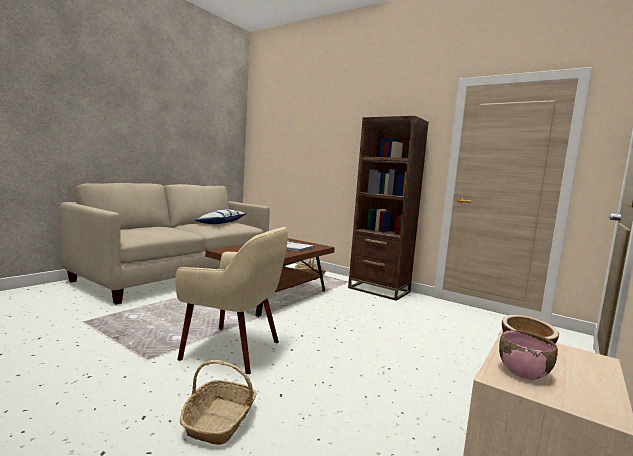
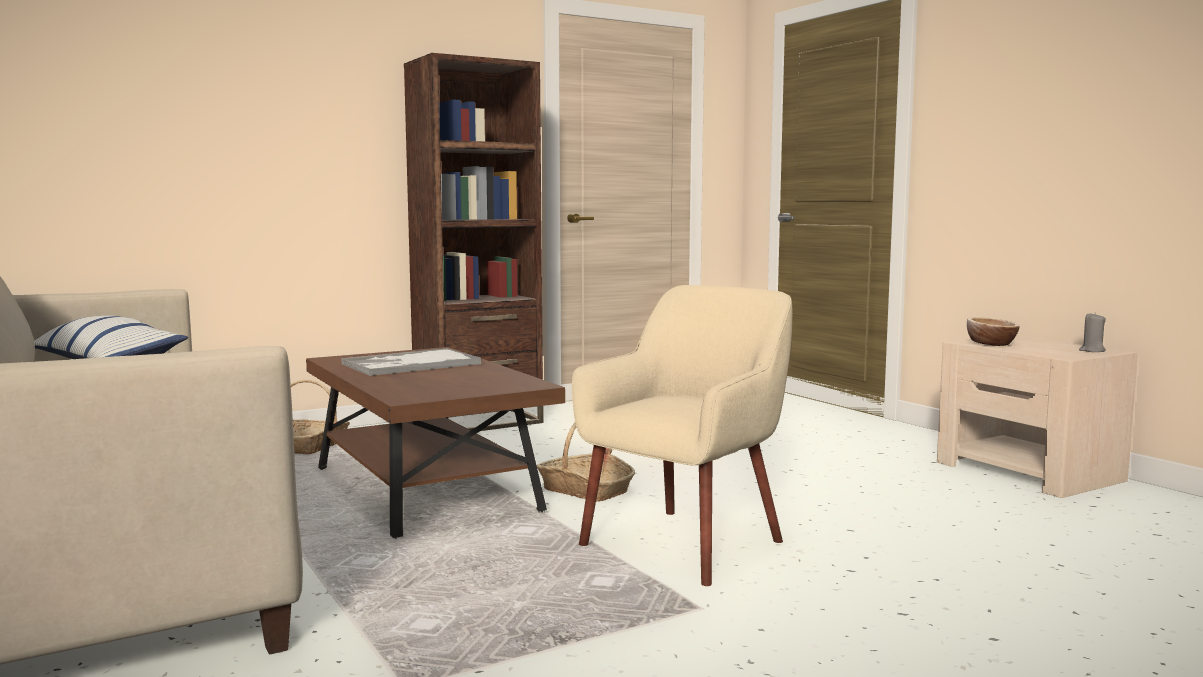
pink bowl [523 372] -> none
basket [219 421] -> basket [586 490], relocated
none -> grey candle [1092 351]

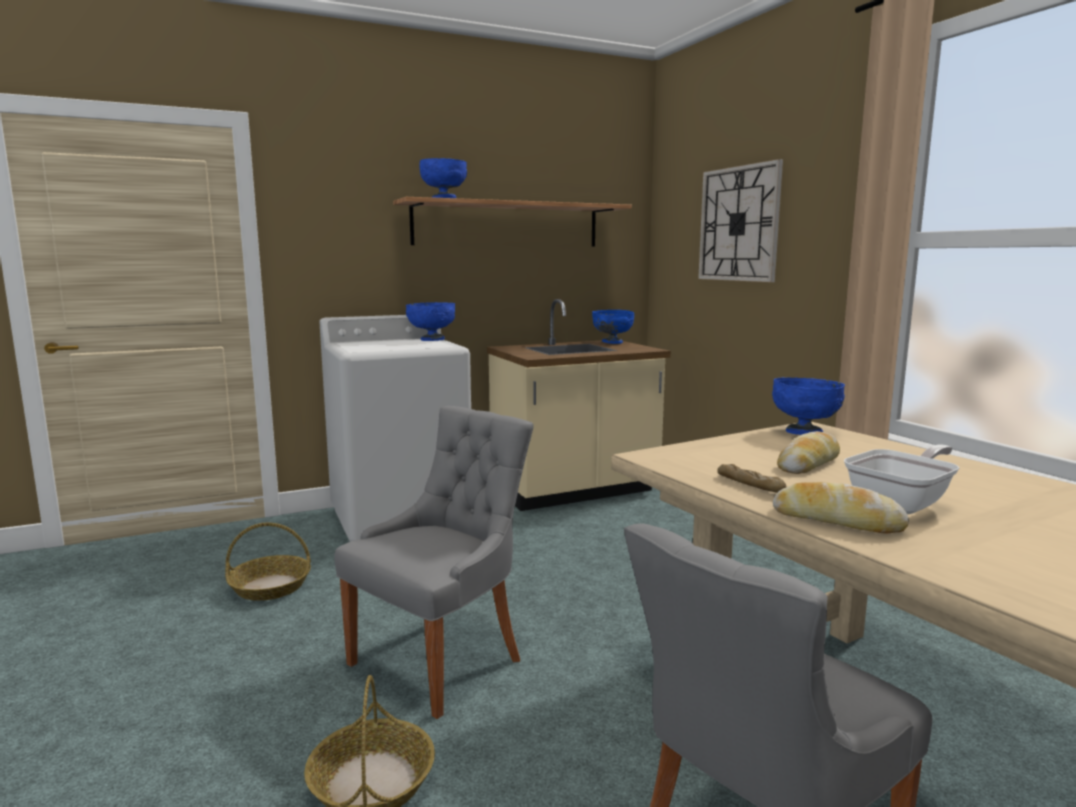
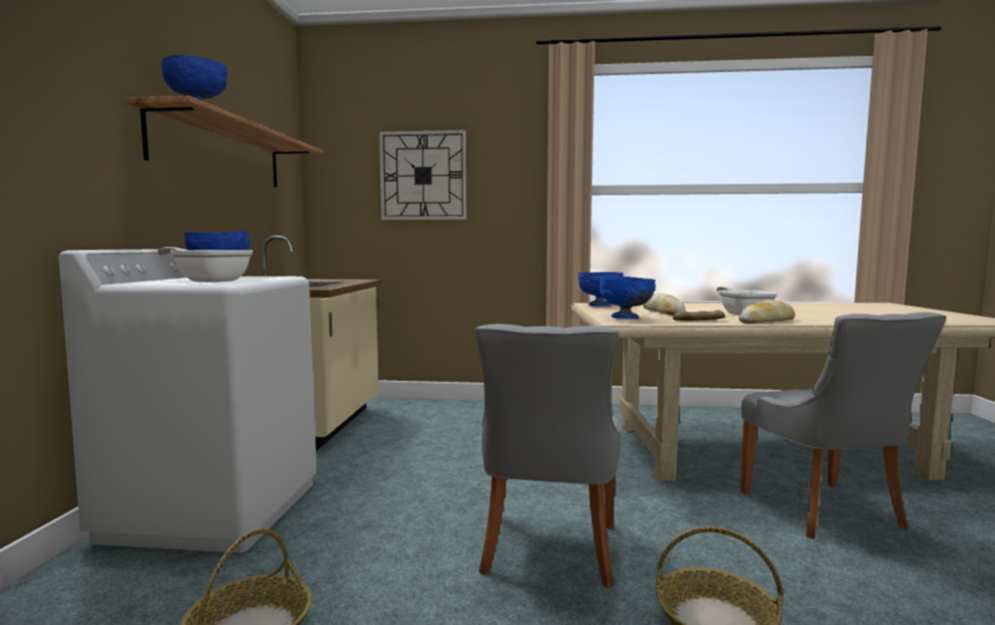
blue bowl [612 342] -> blue bowl [625 318], relocated
grey chair [441 660] -> grey chair [548 551], 150 degrees counterclockwise
none -> frying pan [209 281]

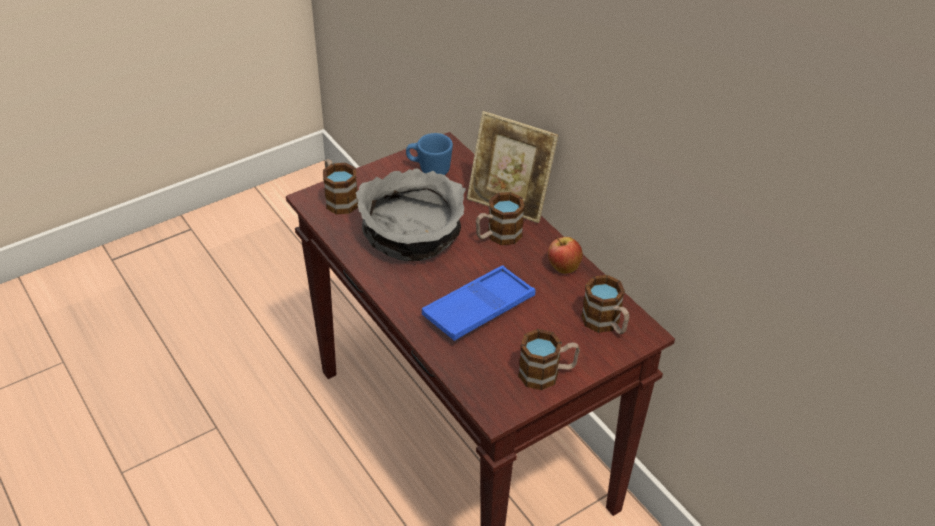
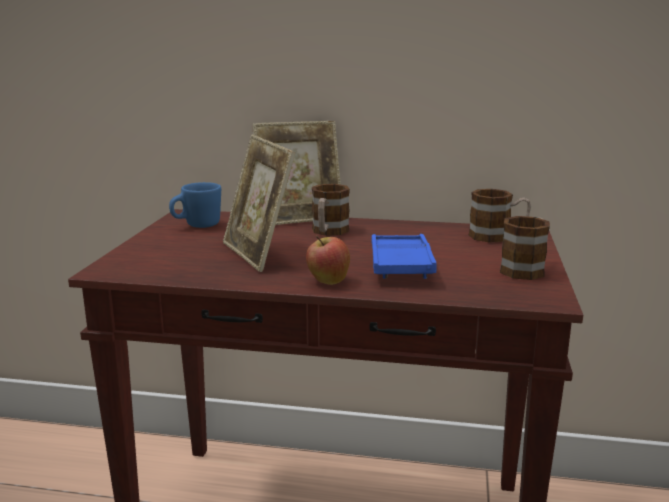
mug [339 199] -> none
grey bowl [413 236] -> picture frame [258 254]
apple [563 267] -> apple [328 281], relocated

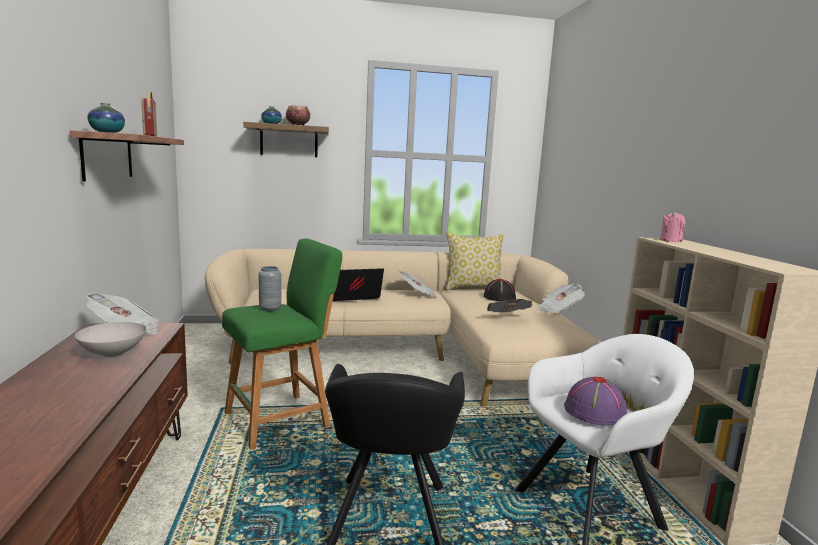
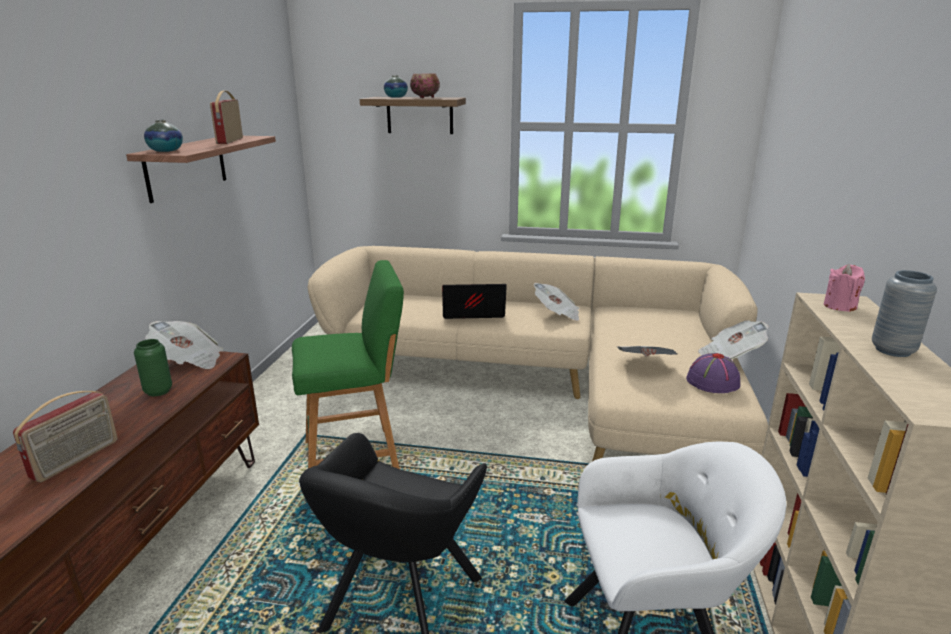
pillow [473 288] -> none
grey vase [270 309] -> grey vase [892 350], relocated
black hat [499 297] -> none
white bowl [113 353] -> green vase [158 391]
purple hat [594 412] -> purple hat [712 382], relocated
none -> radio [76 459]

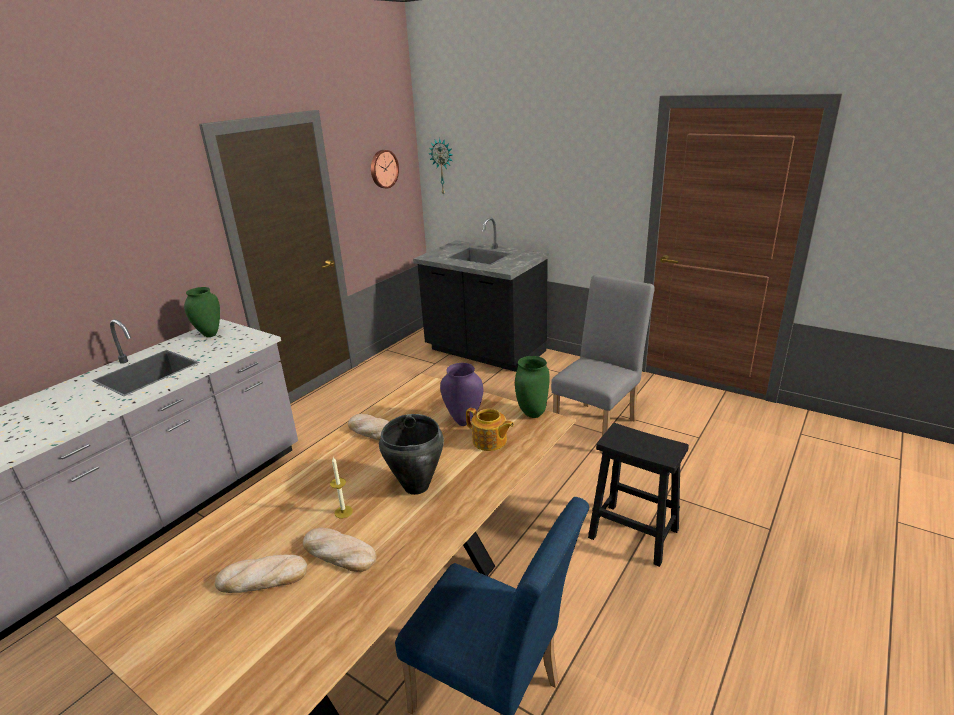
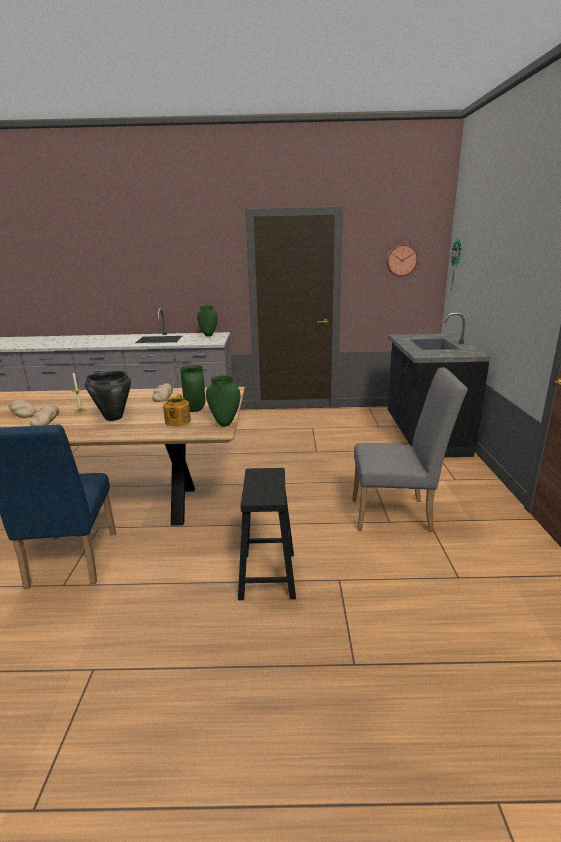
purple vase [463 422] -> green vase [194 410]

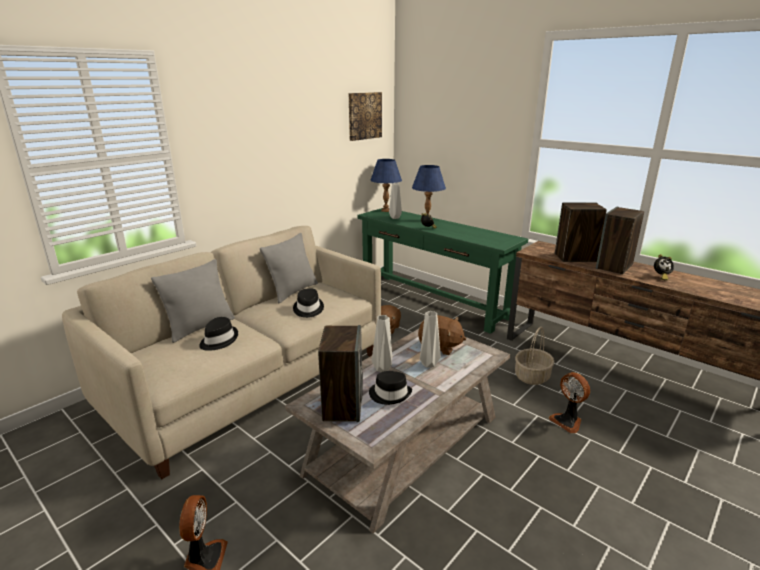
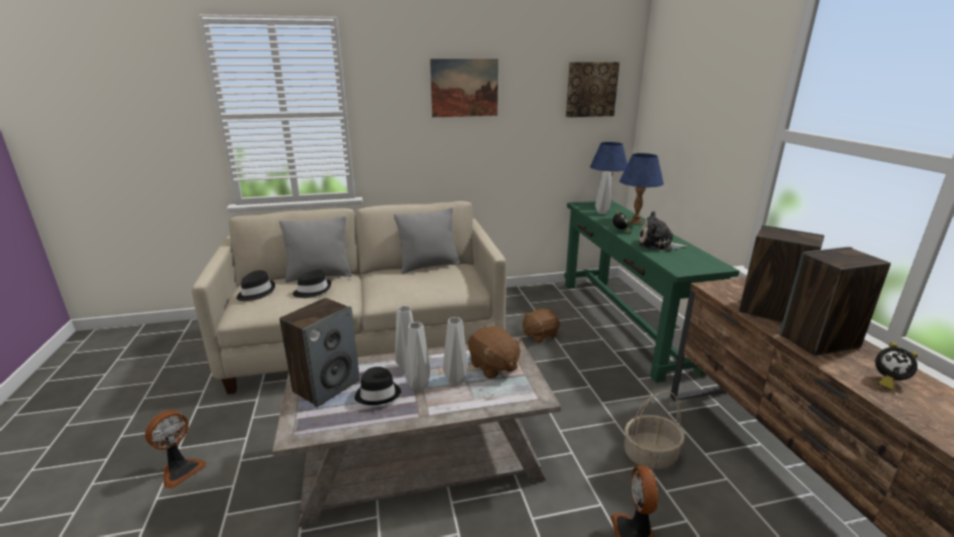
black hat [308 309] -> black hat [256 292], relocated
none -> picture [464 88]
none -> plush toy [657 245]
none -> grey vase [419 385]

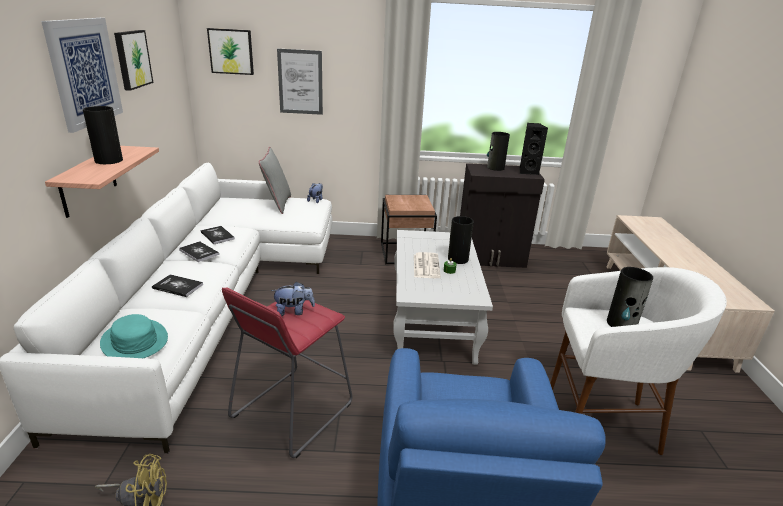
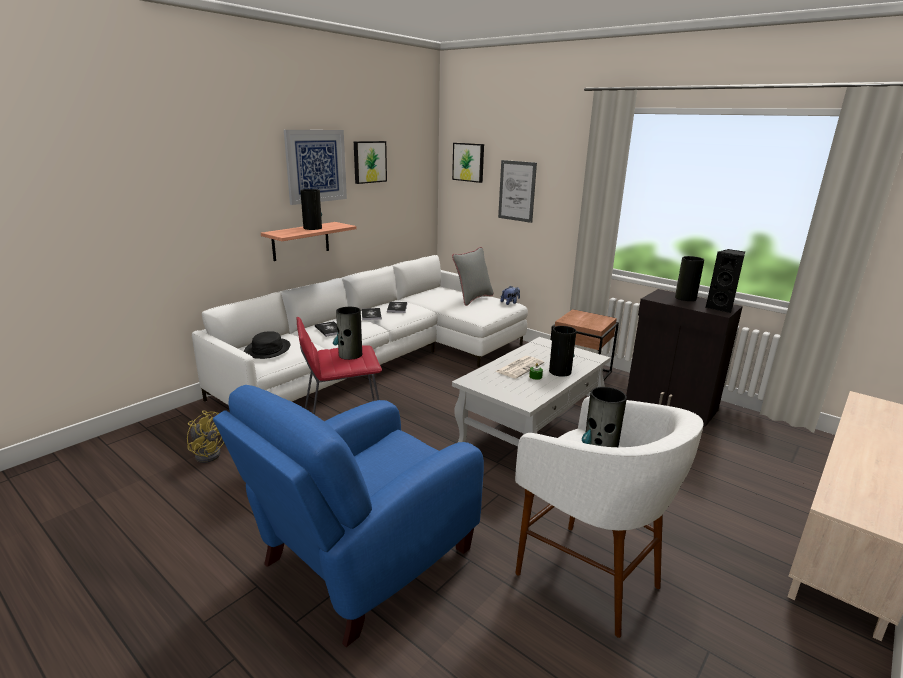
plush toy [294 311] -> vase [350 355]
turquoise hat [134 341] -> black hat [267 349]

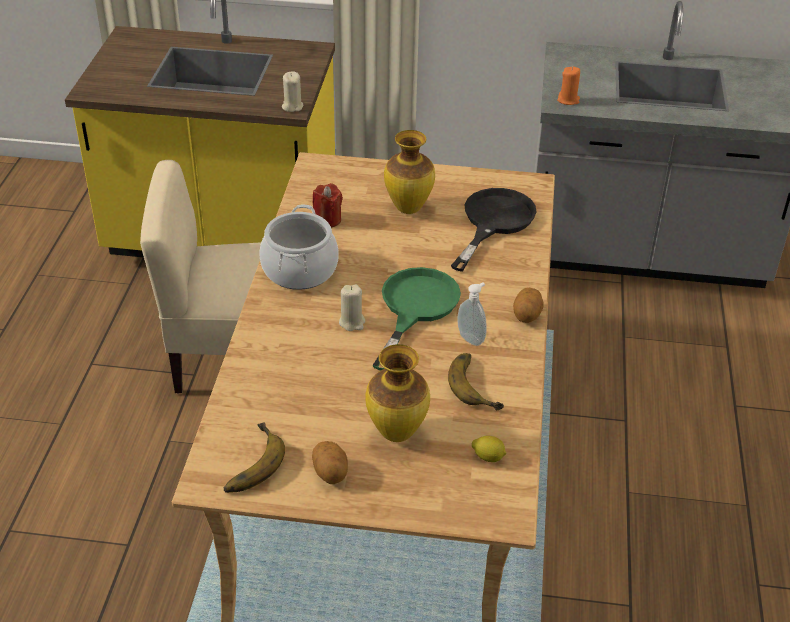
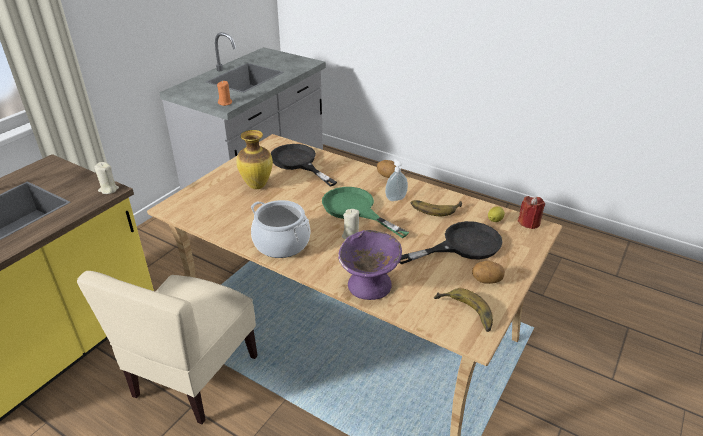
red candle [327 220] -> red candle [529 222], relocated
vase [398 433] -> black frying pan [462 245]
none -> purple bowl [369 285]

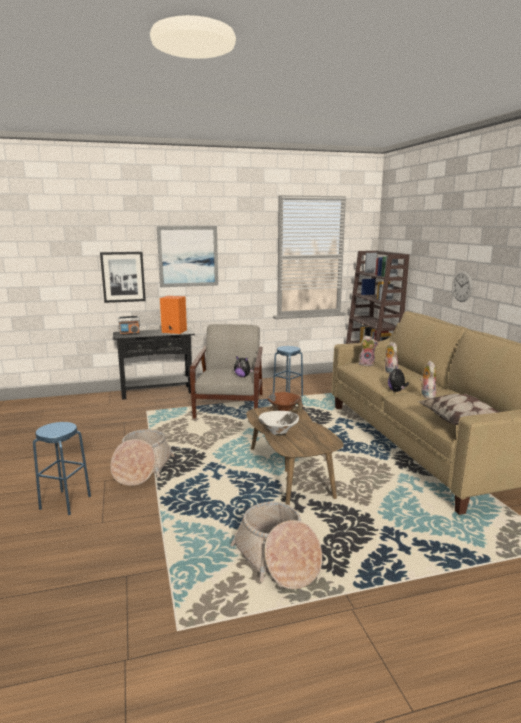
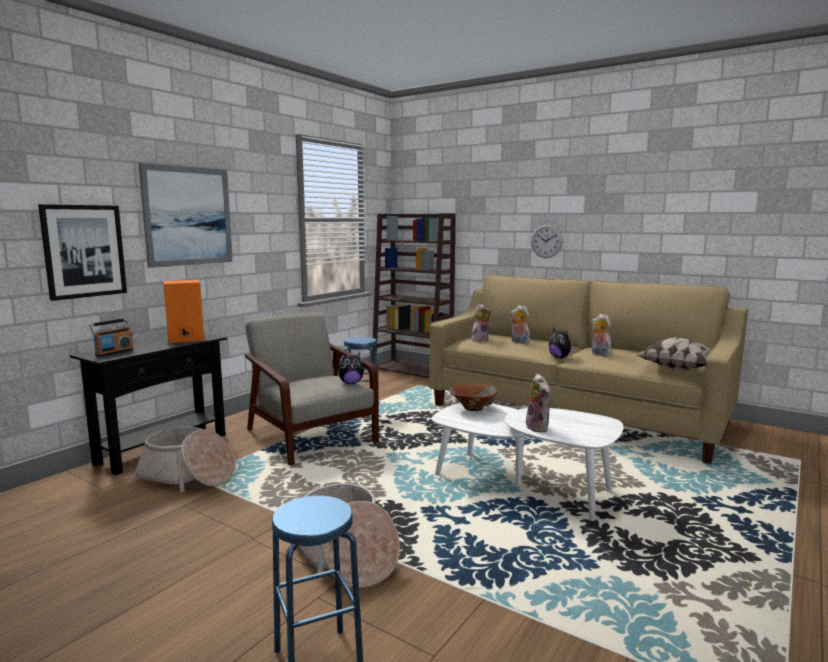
brown coffee table [289 472] -> white coffee table [522 484]
white bowl [278 433] -> plush toy [539 428]
basket [277 559] -> basket [188 477], relocated

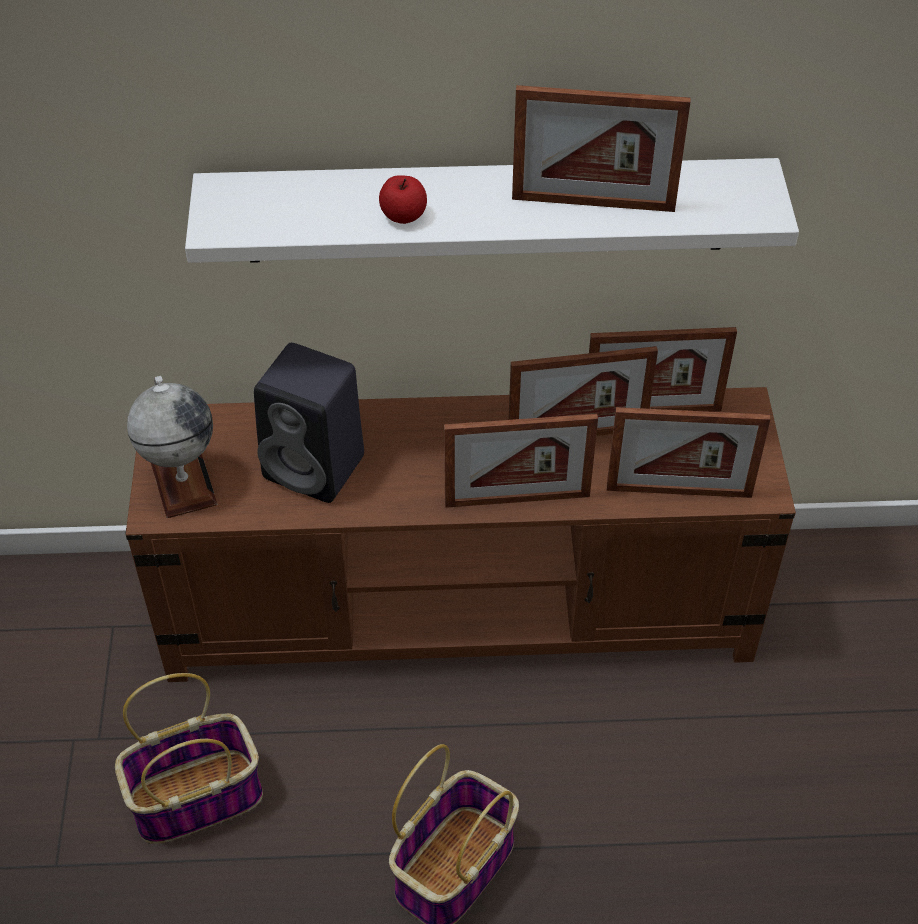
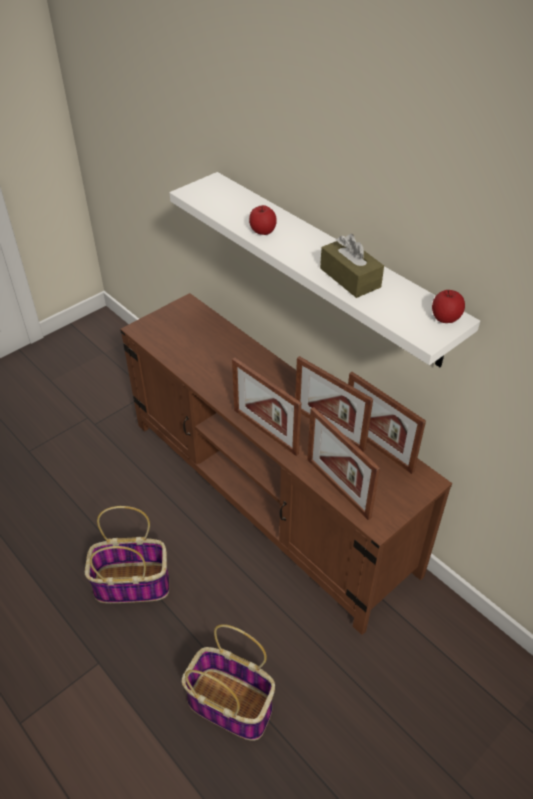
picture frame [593 203] -> brown tissue box [350 278]
black speaker [317 467] -> none
globe [183 483] -> none
basket [198 796] -> basket [232 704], relocated
none -> apple [445 318]

